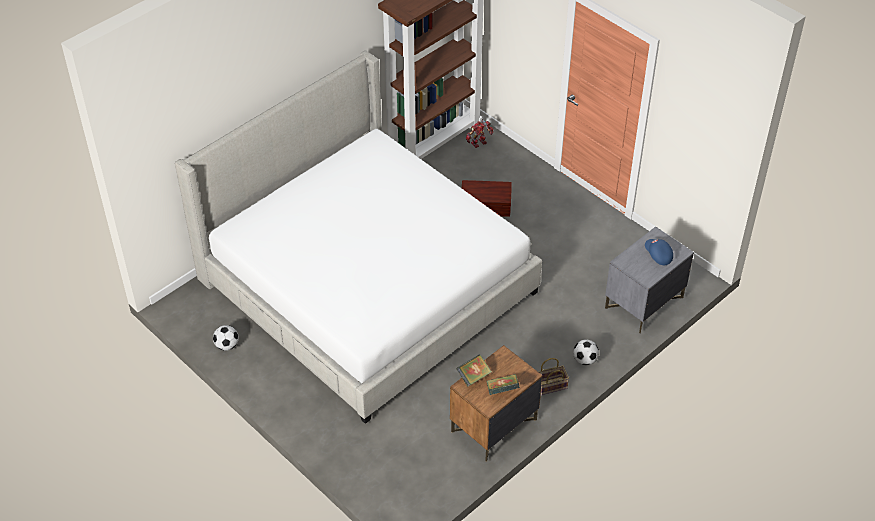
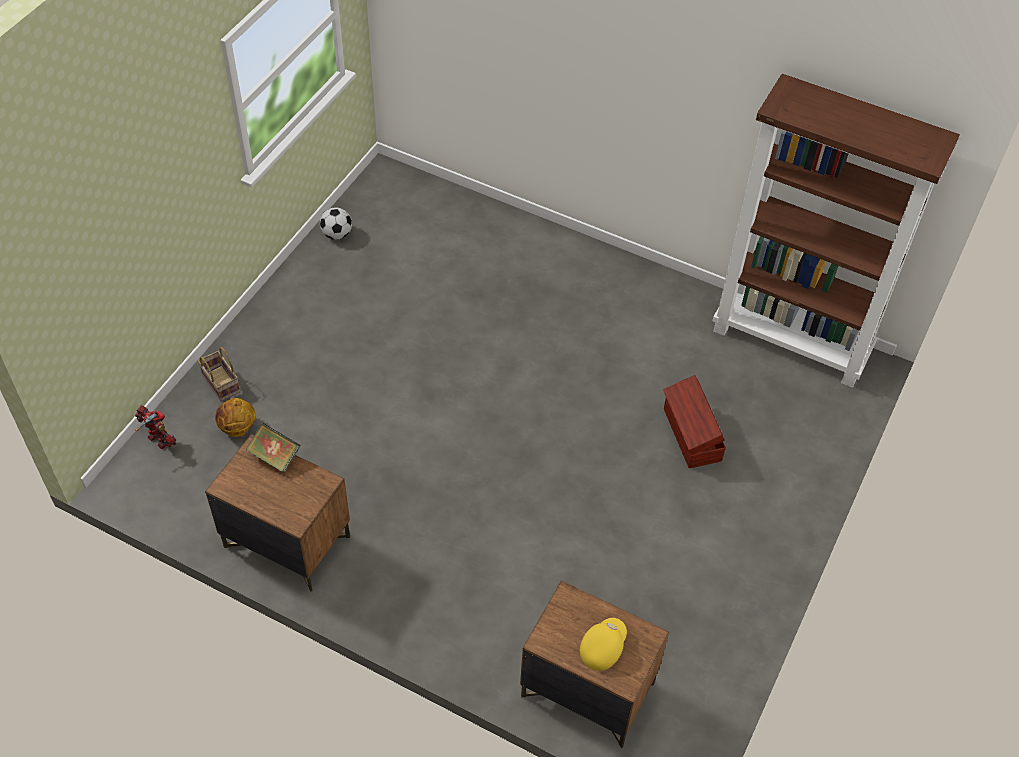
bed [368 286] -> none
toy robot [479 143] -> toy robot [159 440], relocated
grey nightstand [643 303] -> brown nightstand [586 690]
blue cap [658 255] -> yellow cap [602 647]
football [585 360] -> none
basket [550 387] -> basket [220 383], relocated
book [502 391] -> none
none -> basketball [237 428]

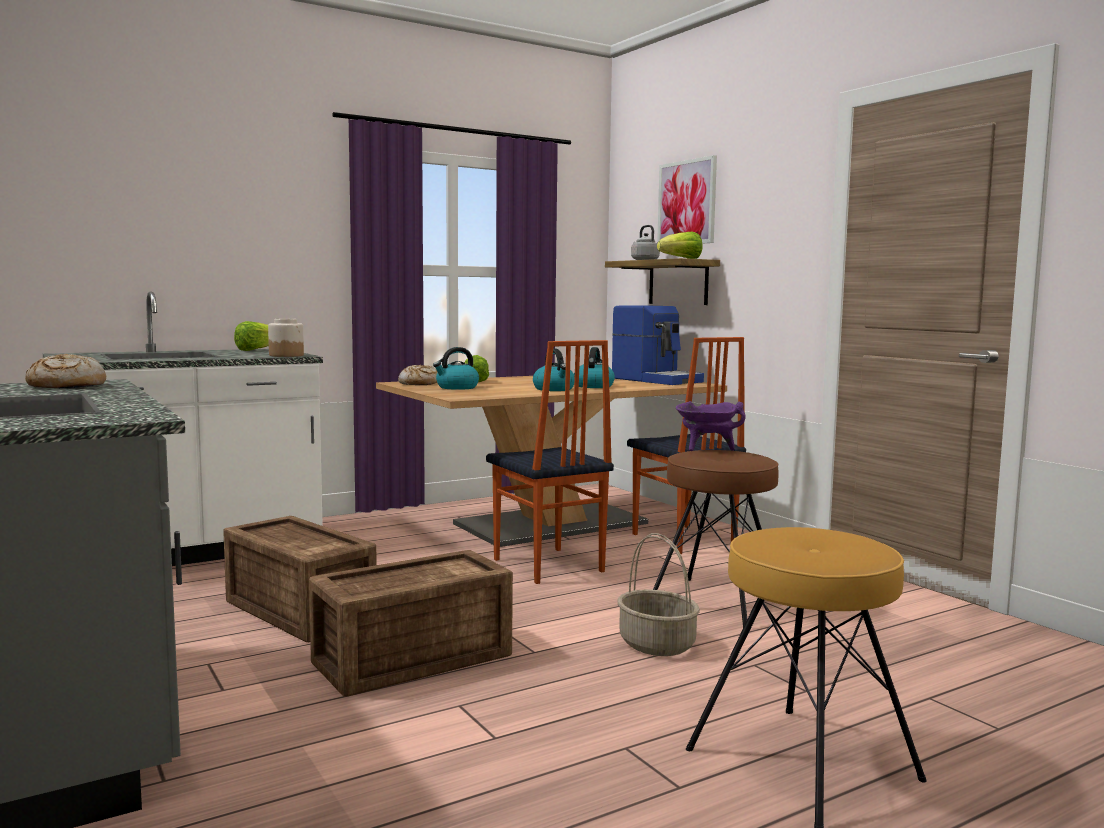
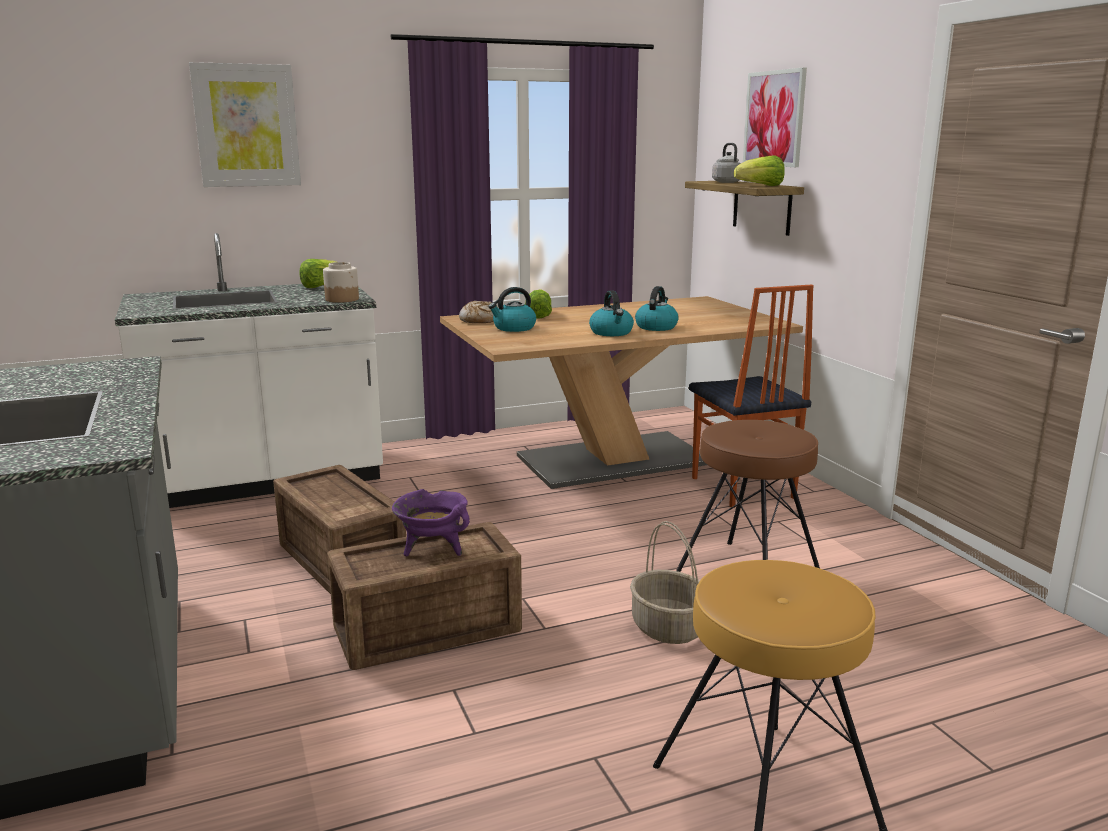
coffee machine [656 380] -> none
chair [547 566] -> none
bread [66 386] -> none
purple cooking pot [706 448] -> purple cooking pot [433 549], relocated
none -> picture [246 126]

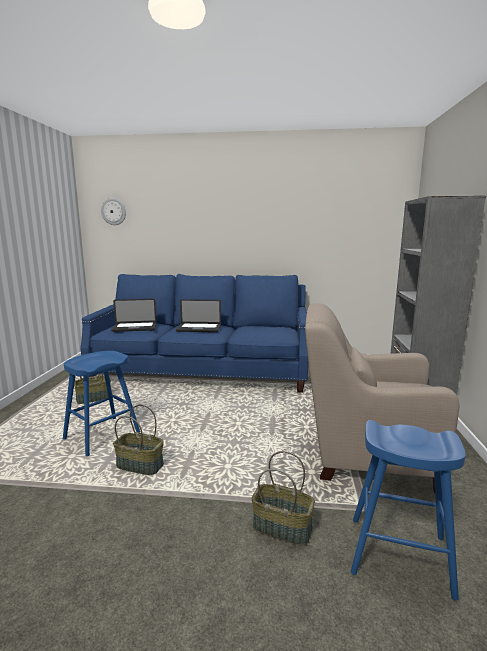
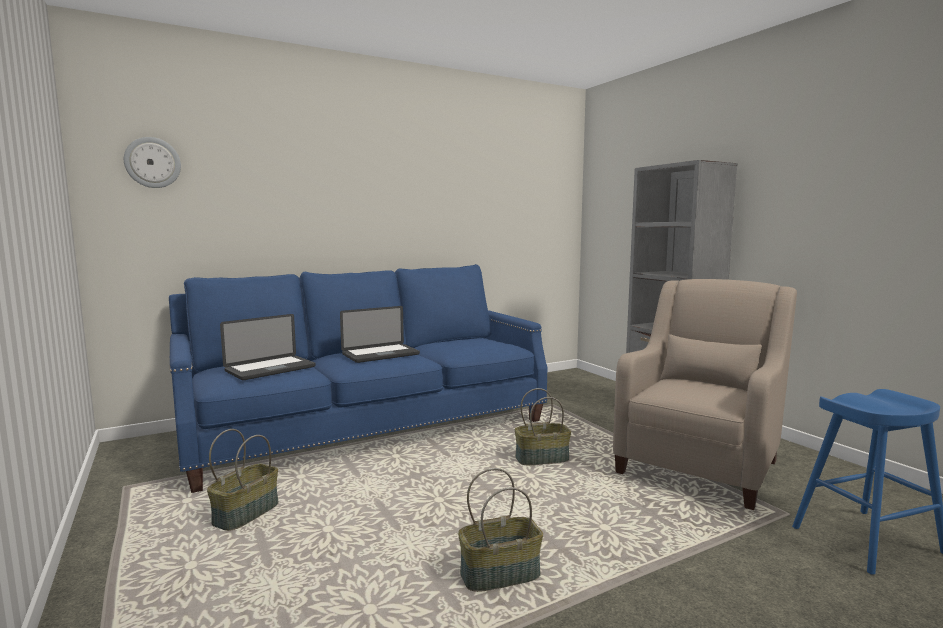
beige armchair [366 454] -> beige armchair [699 464], 150 degrees clockwise
blue stool [102 436] -> none
basket [283 527] -> basket [542 458], relocated

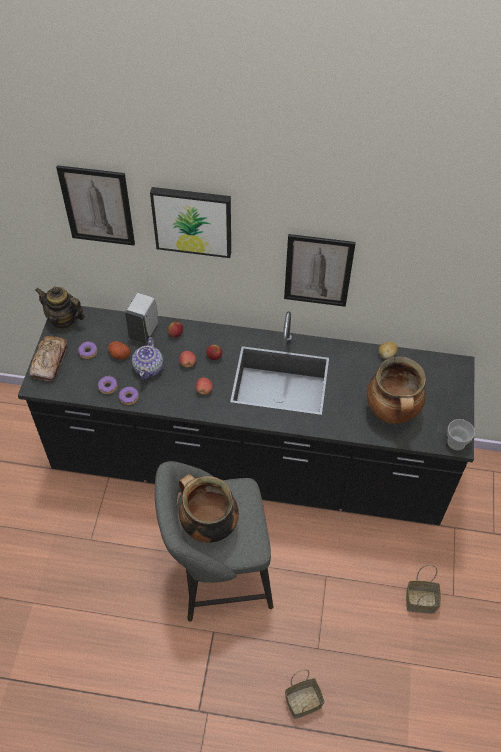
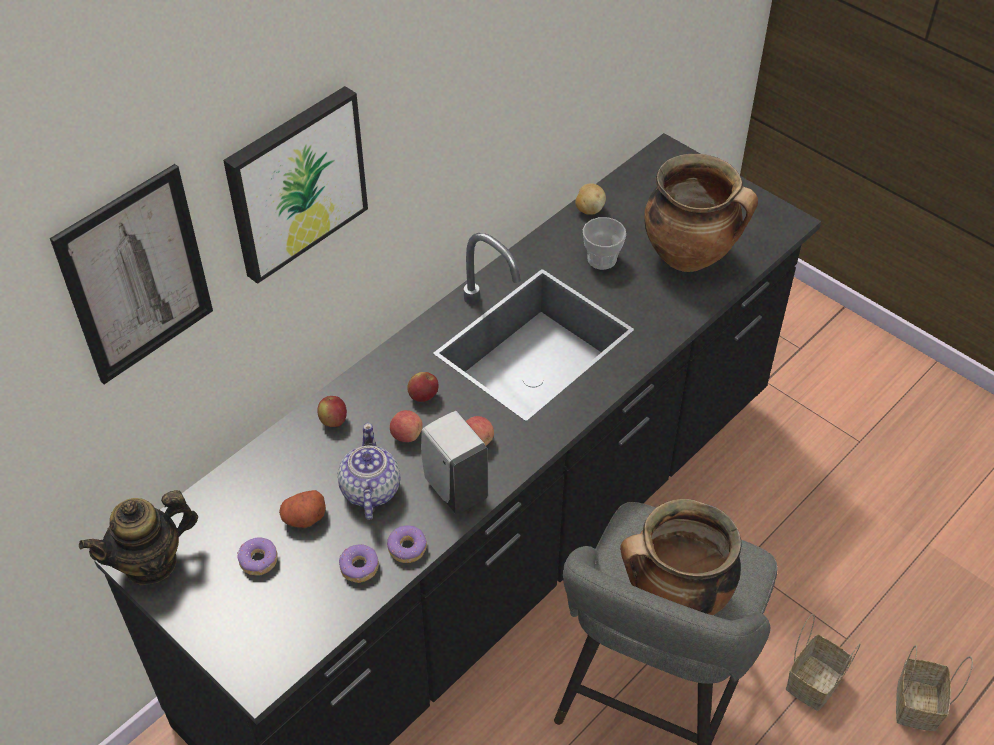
picture [318 270] -> none
white soap dispenser [144 331] -> white soap dispenser [454 488], relocated
bread [50 361] -> none
teapot [149 368] -> teapot [369 490], 135 degrees counterclockwise
cup [456 442] -> cup [602 259], relocated
basket [421 601] -> basket [814 680], relocated

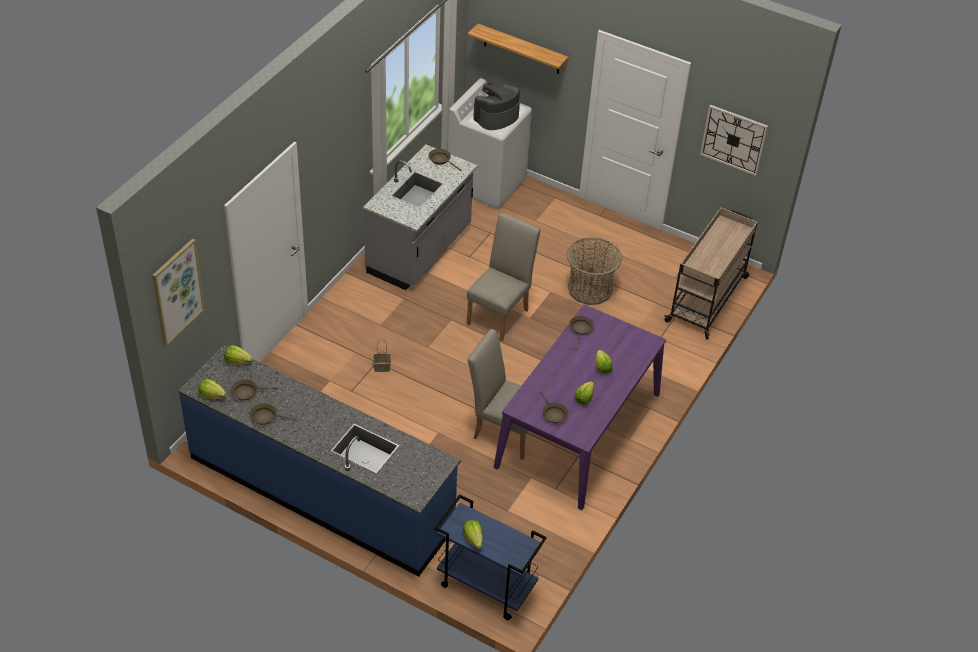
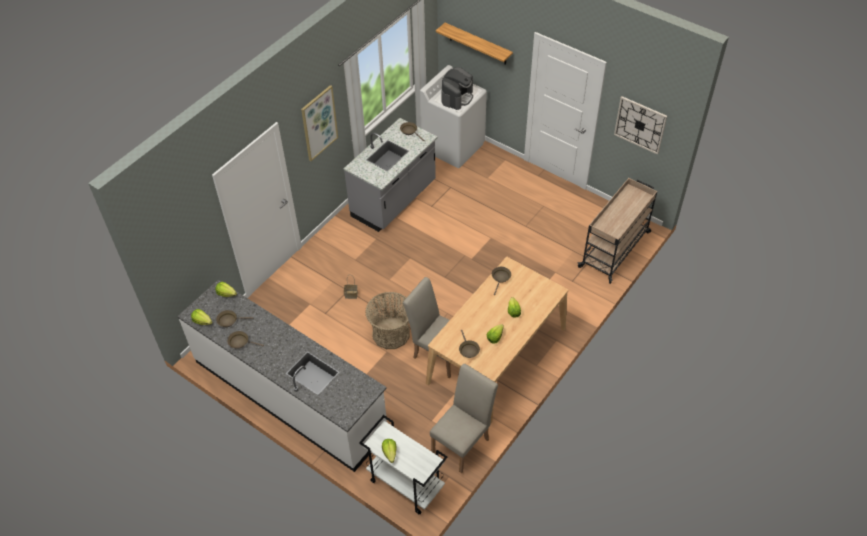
coffee machine [496 117] -> coffee machine [457 97], 150 degrees clockwise
beige chair [500 314] -> beige chair [463 442], relocated
basket [590 289] -> basket [391 333], relocated
picture [177 292] -> picture [319 123], relocated
purple dining table [578 429] -> beige dining table [497 355]
blue counter [321 491] -> white counter [290 395]
blue cart [485 586] -> white cart [405 484]

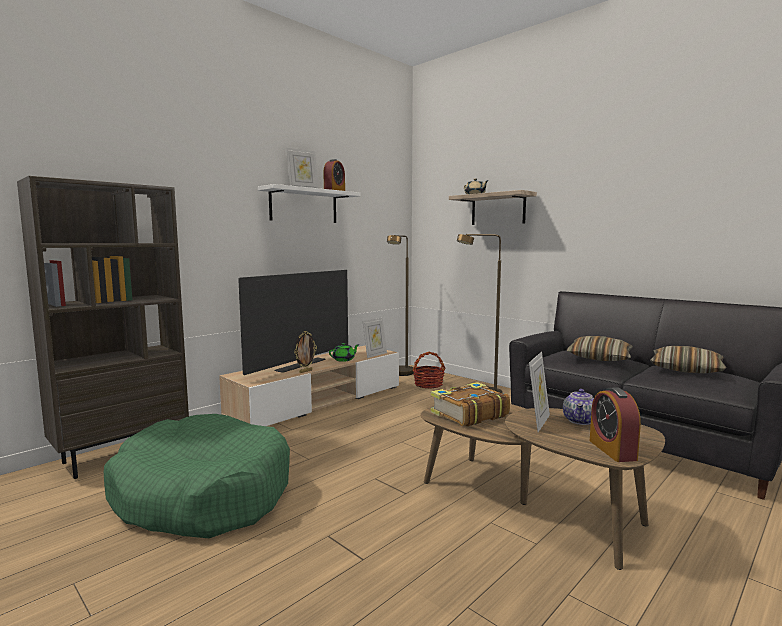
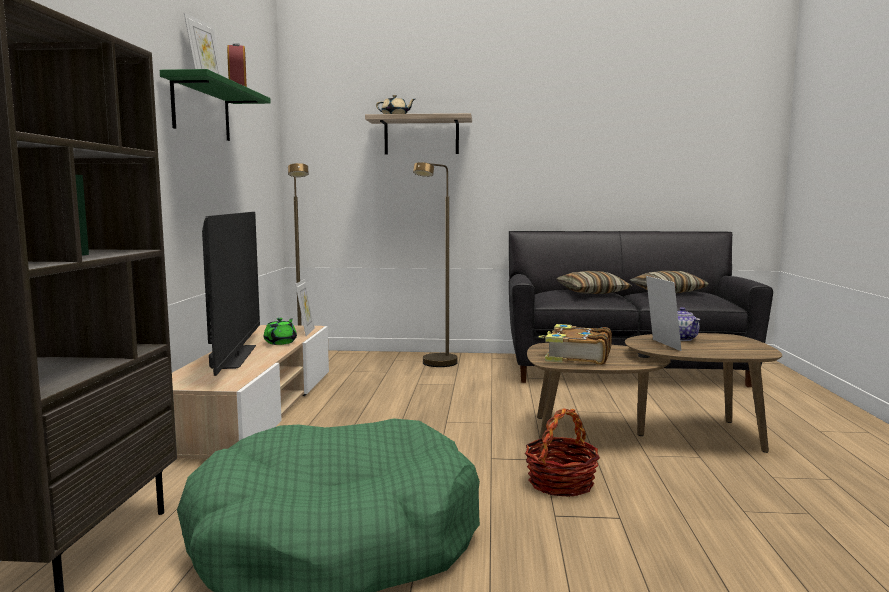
white shelf [304 206] -> green shelf [201 110]
picture frame [305 371] -> none
basket [428 384] -> basket [561 484], relocated
alarm clock [612 450] -> none

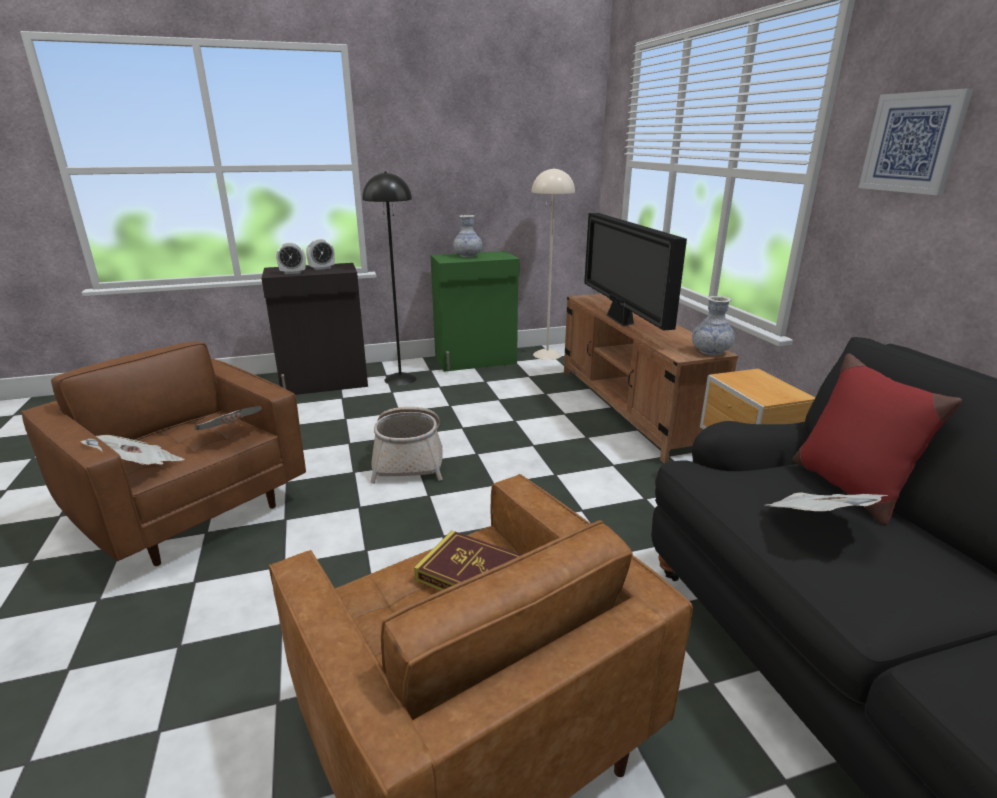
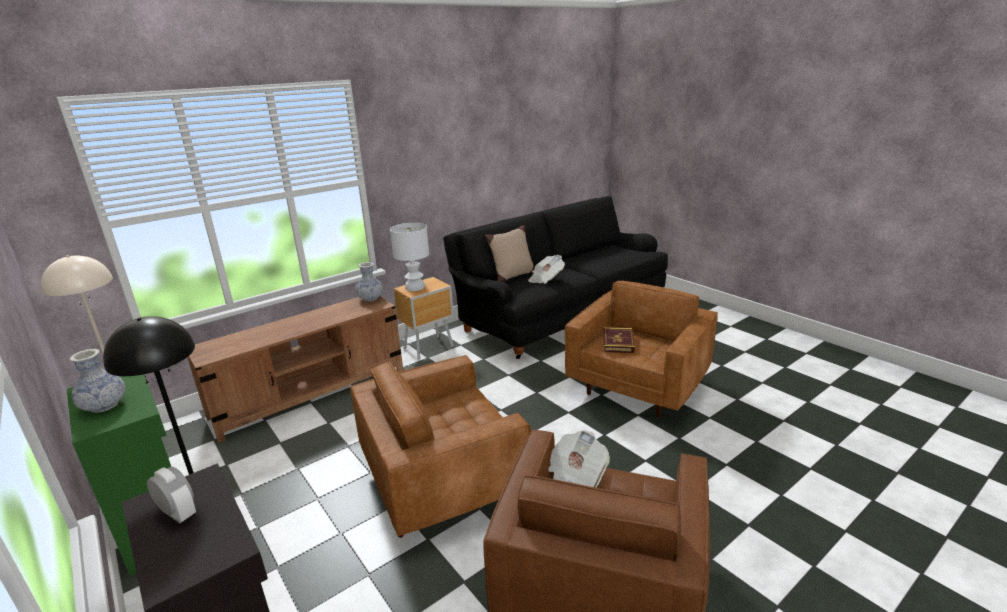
picture [913 143] -> none
television [620 321] -> none
alarm clock [293 273] -> none
red pillow [848 487] -> beige pillow [512 276]
basket [409 458] -> brown armchair [442 483]
newspaper [140 468] -> none
none -> white table lamp [414 287]

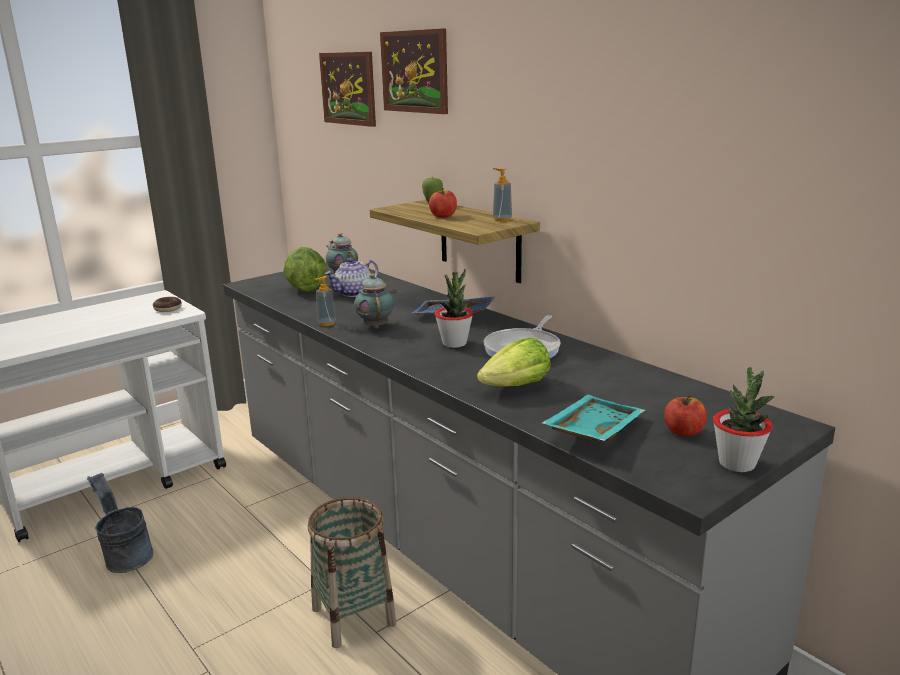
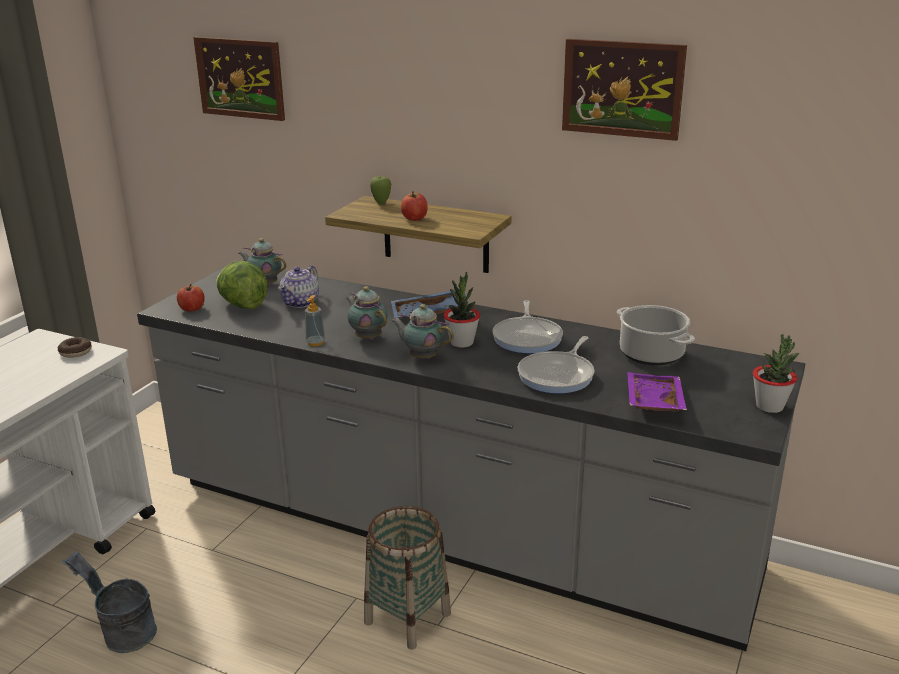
picture [414 71] -> picture [622 89], relocated
soap dispenser [502 220] -> none
lettuce [516 387] -> frying pan [558 375]
turquoise tray [592 430] -> purple tray [652 402]
apple [683 432] -> apple [192 309], relocated
none -> teapot [422 357]
none -> cooking pot [650 354]

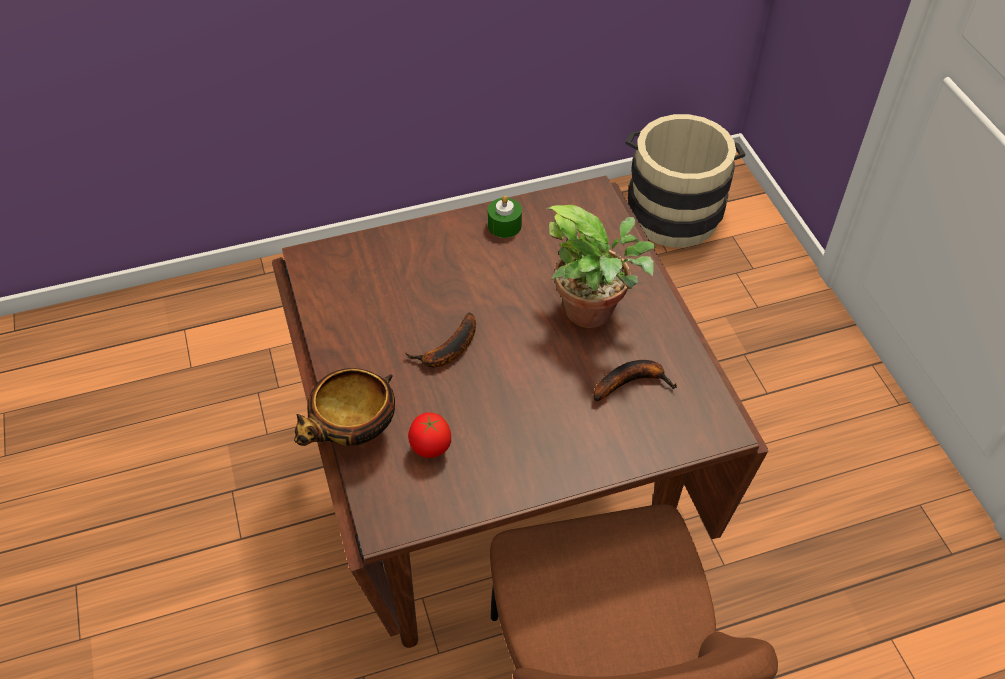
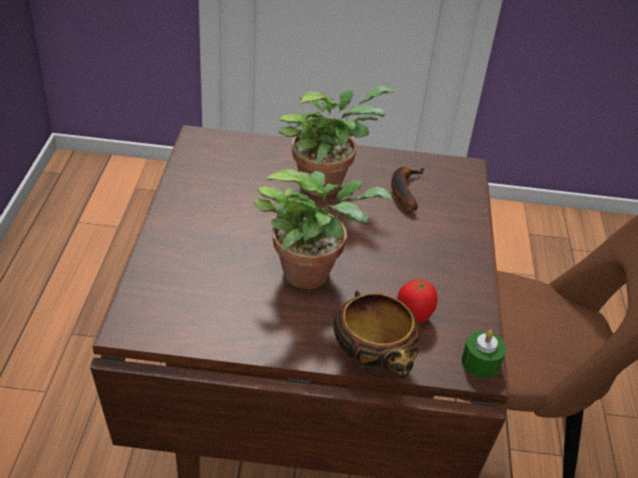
beige bucket [674 209] -> none
green candle [504 225] -> green candle [481 362], relocated
banana [447 351] -> potted plant [312 272]

